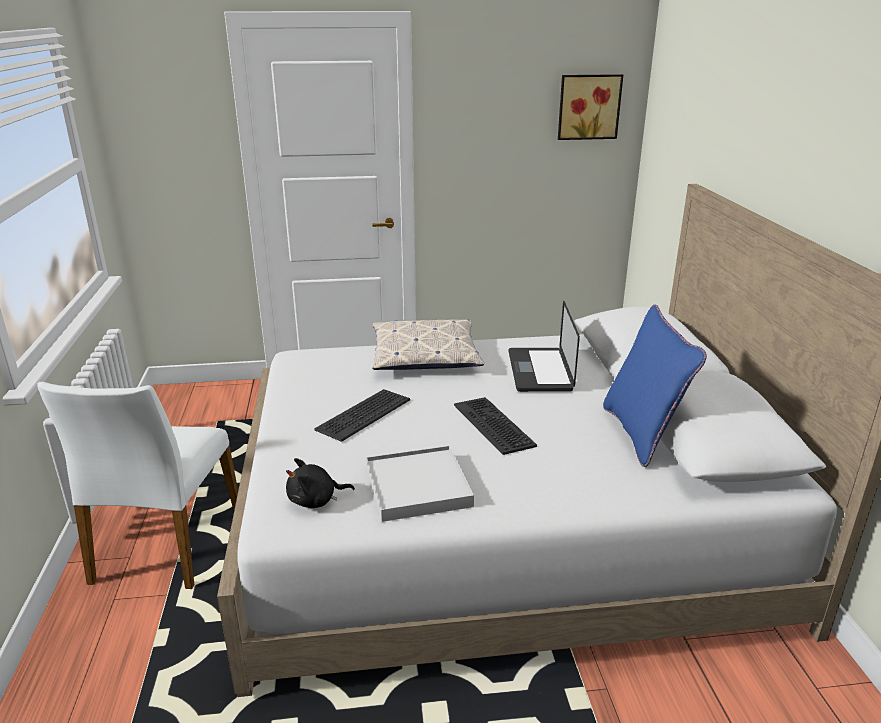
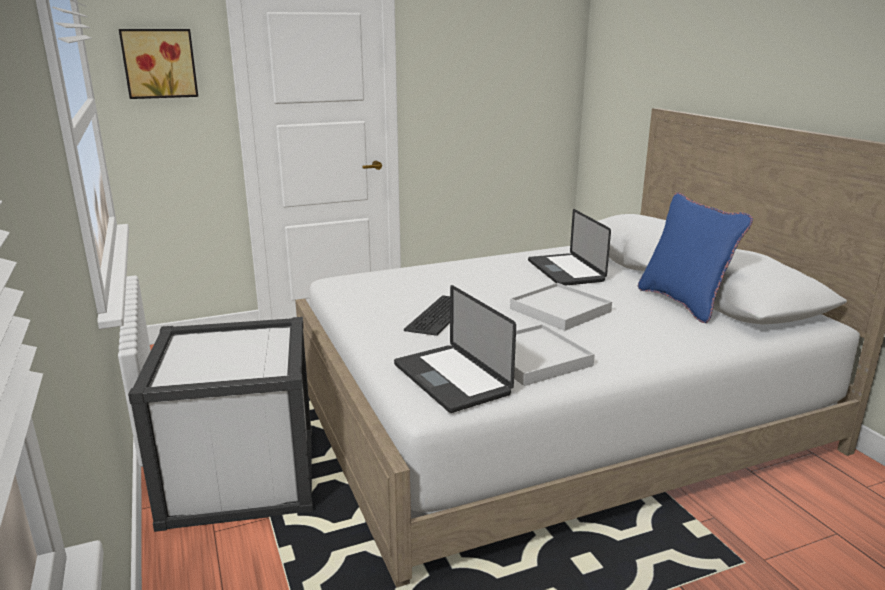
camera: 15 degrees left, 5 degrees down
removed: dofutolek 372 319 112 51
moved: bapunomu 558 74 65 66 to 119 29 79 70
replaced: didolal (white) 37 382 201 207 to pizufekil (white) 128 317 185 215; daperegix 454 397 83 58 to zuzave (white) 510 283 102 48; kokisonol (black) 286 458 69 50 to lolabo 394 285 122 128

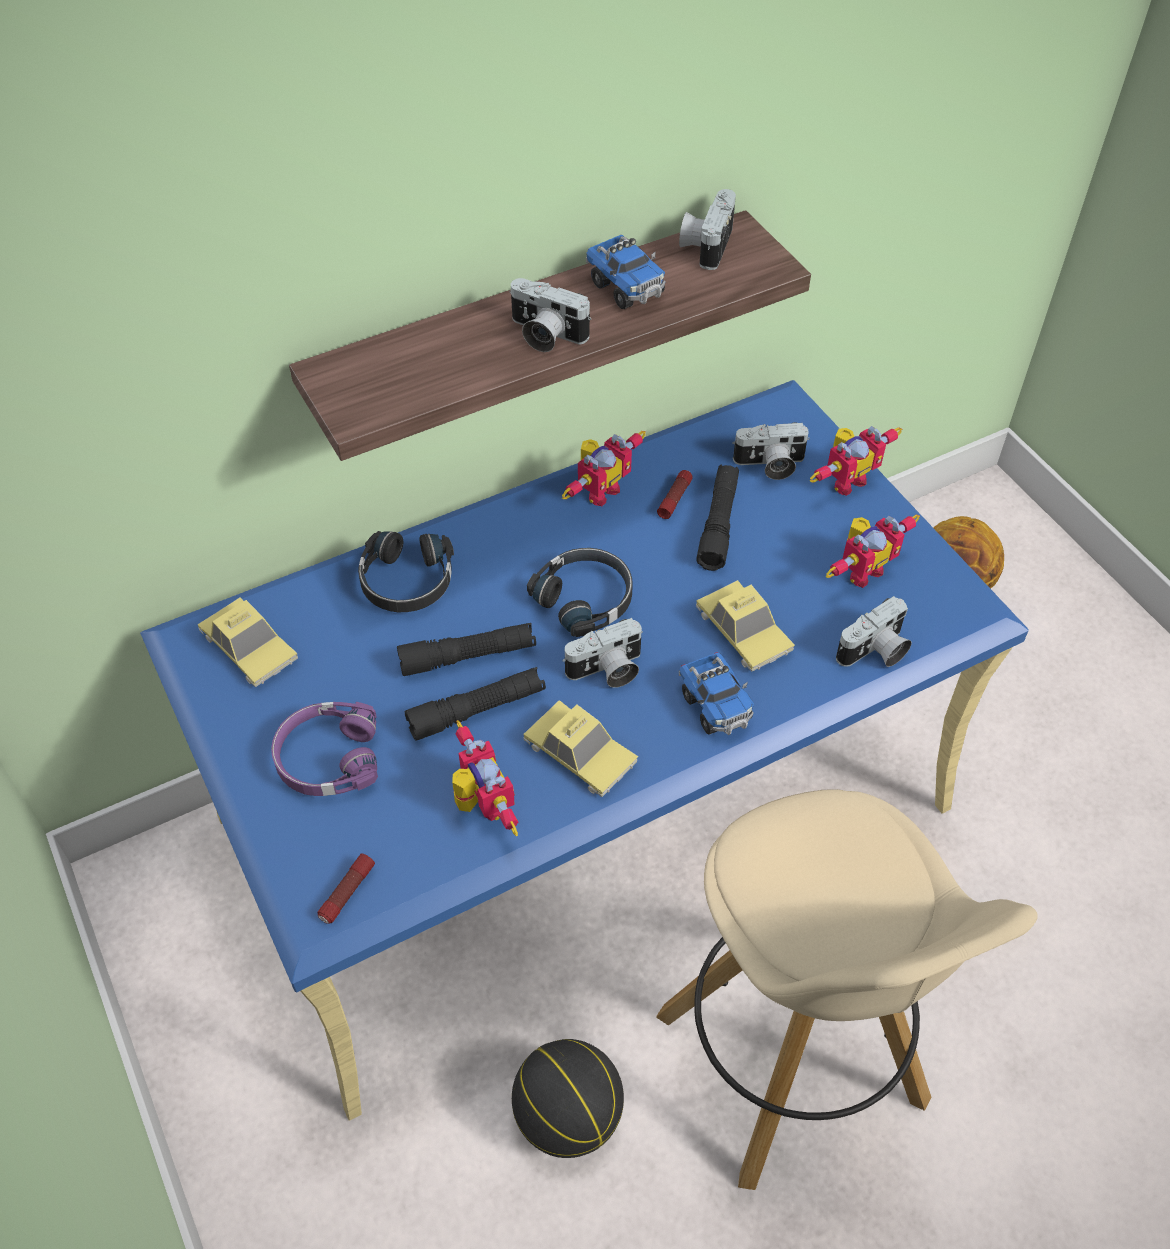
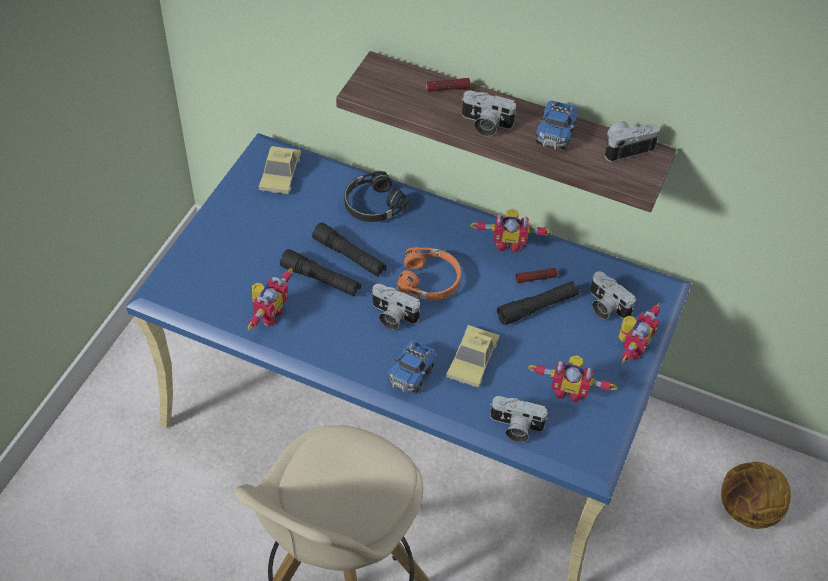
camera: 50 degrees right, 0 degrees up
removed: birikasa 524 700 114 97; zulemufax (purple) 271 702 107 94; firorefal 512 1039 112 119
moved: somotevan 317 854 58 70 to 426 78 44 14
recoloured: zulemufax (black) 527 548 106 89 to zulemufax (orange) 397 247 64 53
turned: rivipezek 509 278 82 74 = 461 90 56 46 60 degrees counterclockwise; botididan 810 426 92 70 = 619 303 41 61 75 degrees counterclockwise

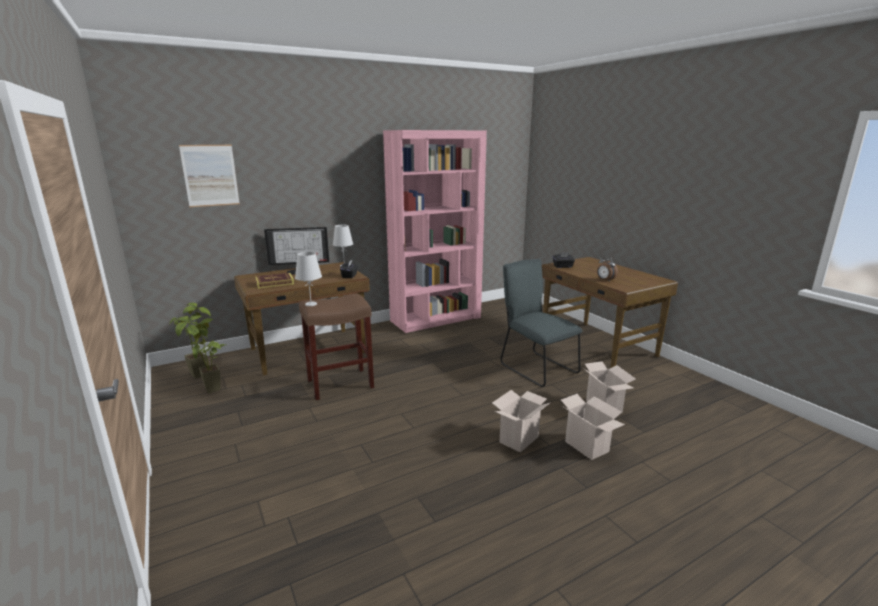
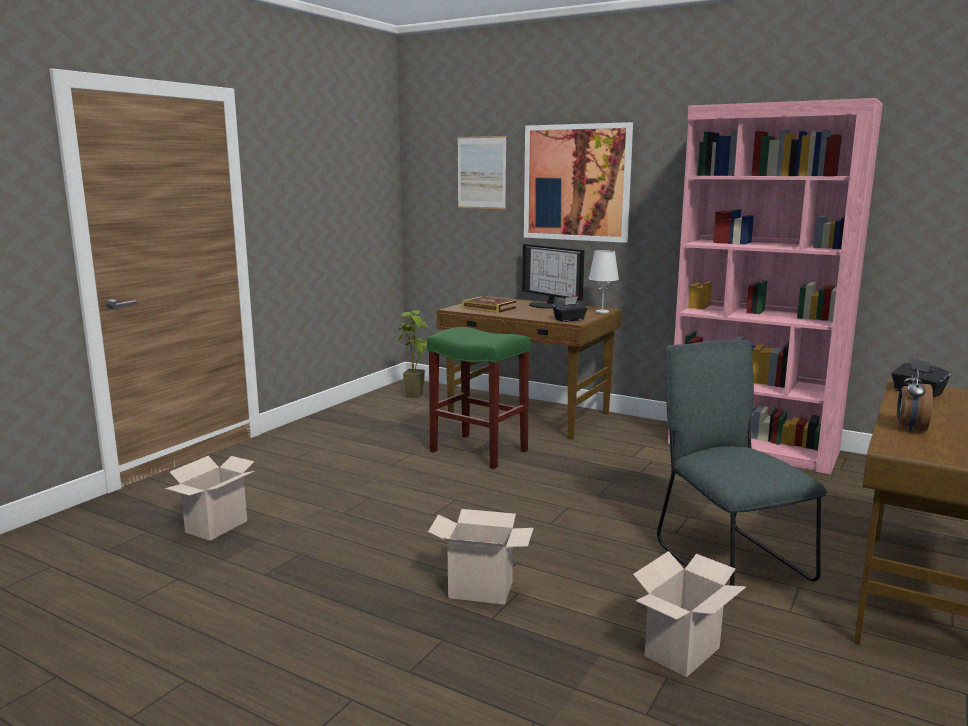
camera: 60 degrees right, 5 degrees down
removed: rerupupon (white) 295 252 27 54; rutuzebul 175 315 51 78
added: bapunomu 524 122 109 121
moved: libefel 561 394 64 66 to 165 456 89 85
recoloured: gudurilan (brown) 299 294 75 106 to gudurilan (green) 427 327 104 142
turned: didolal (grey) 500 259 82 128 = 657 340 170 246 45 degrees counterclockwise

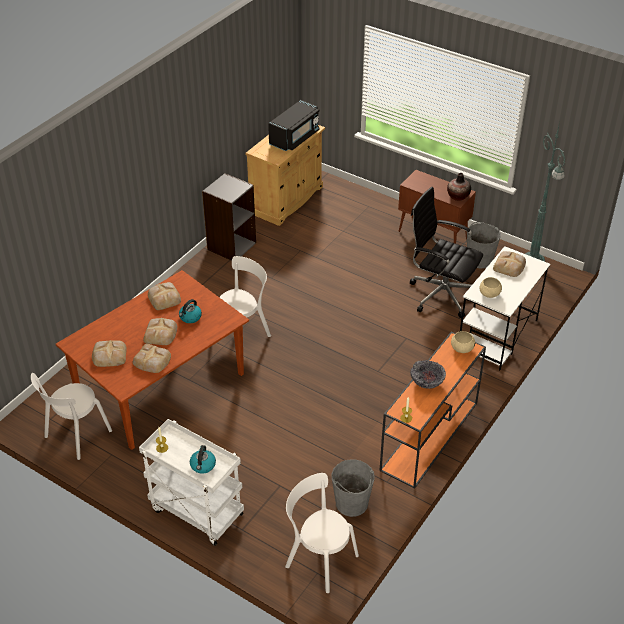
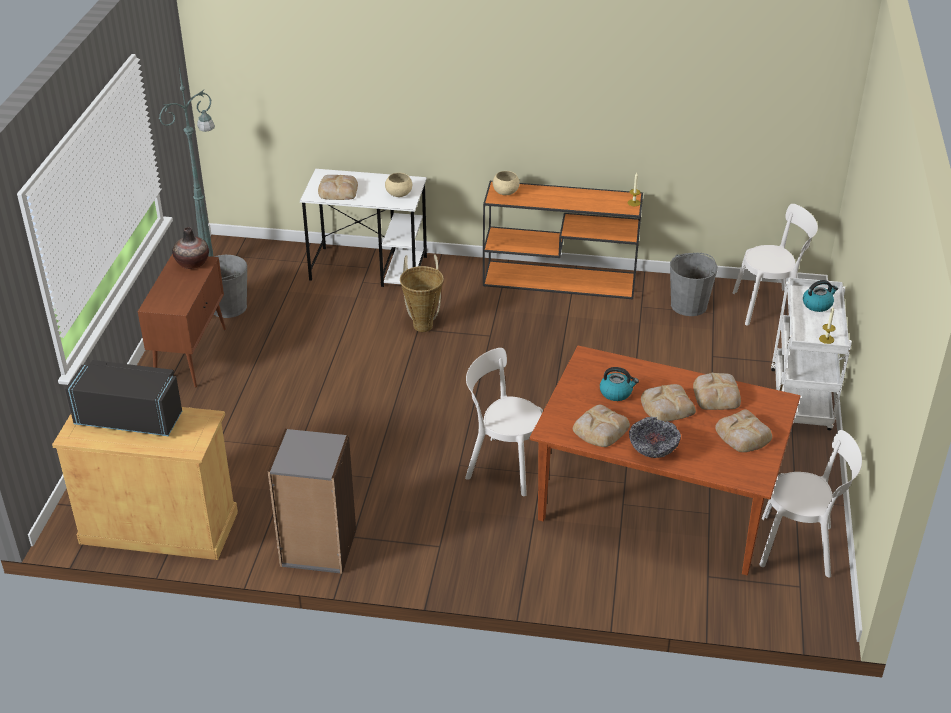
camera: 115 degrees left, 5 degrees down
removed: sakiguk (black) 410 187 73 131
added: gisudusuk 400 254 44 78
moved: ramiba 410 360 36 29 to 629 417 52 41
turned: didolal (white) 285 473 74 120 = 733 204 85 121 105 degrees counterclockwise

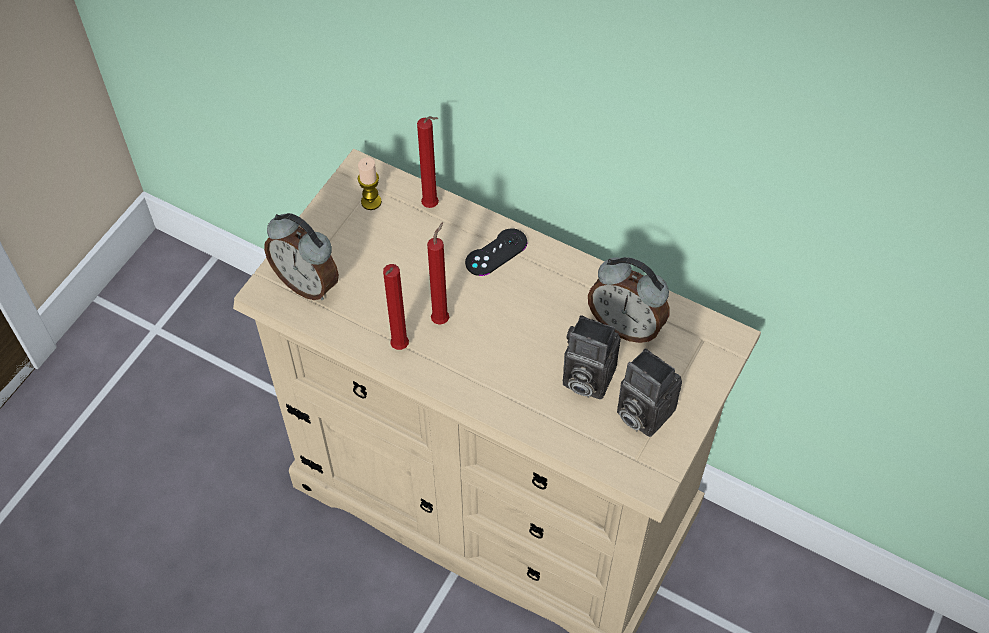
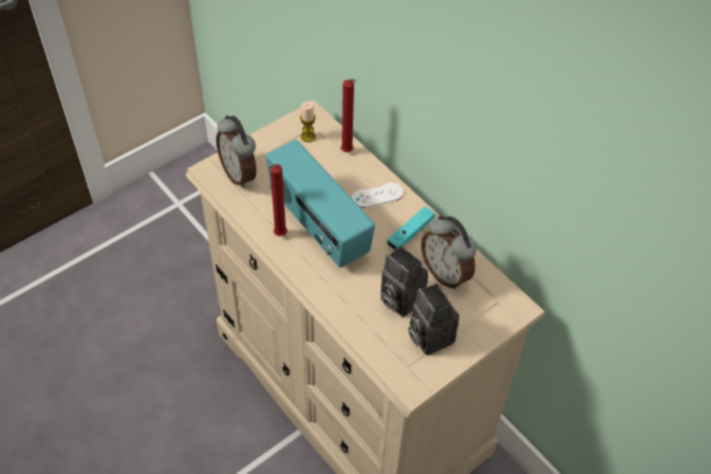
camera: 20 degrees right, 5 degrees down
added: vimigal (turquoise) 387 206 48 44
replaced: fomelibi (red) 427 222 22 103 to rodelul 266 140 109 128
recoloured: vimigal (black) 465 229 62 47 to vimigal (white) 352 183 51 25

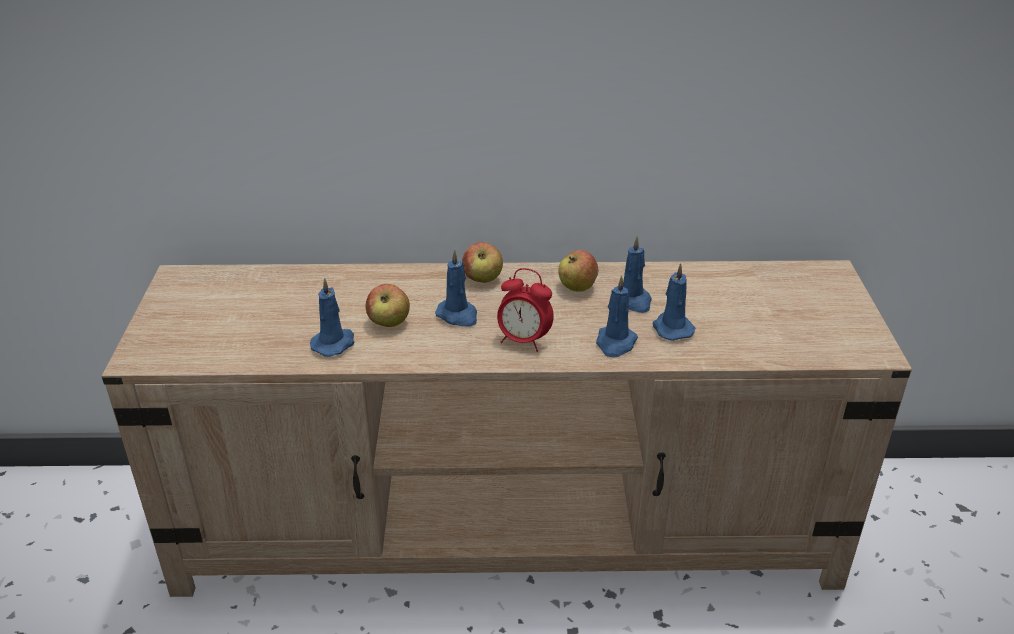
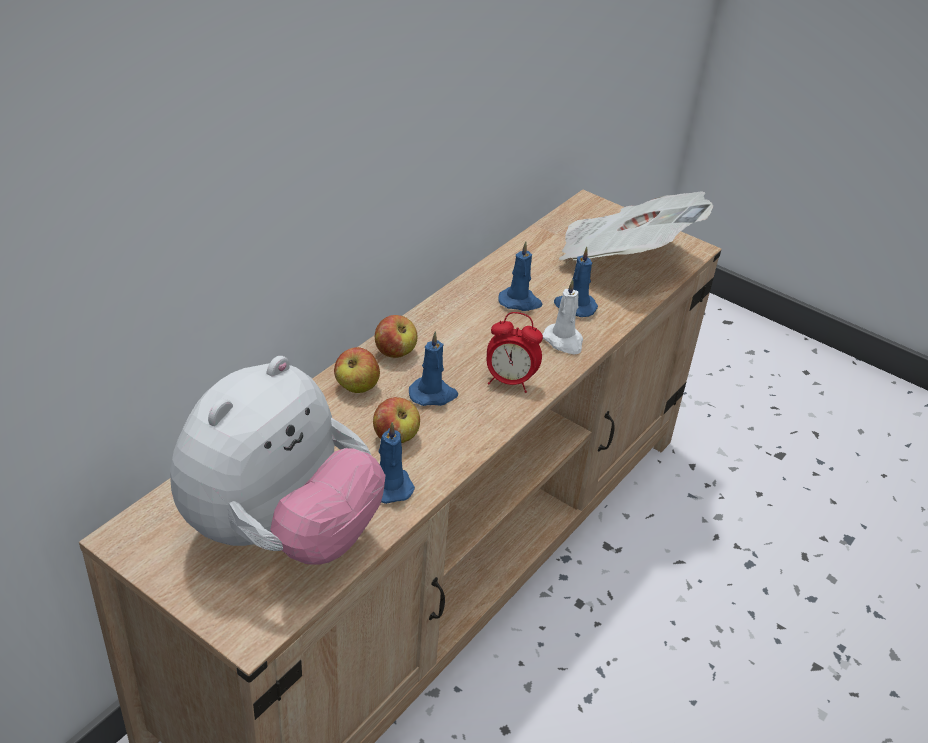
camera: 55 degrees left, 5 degrees up
added: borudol 559 192 154 68; kokisonol 170 356 216 209
moved: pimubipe 559 250 39 42 to 334 347 46 46
recoloured: fomelibi (blue) 596 275 42 83 to fomelibi (white) 542 279 41 76
turned: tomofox 497 268 57 84 = 487 312 56 81 45 degrees clockwise

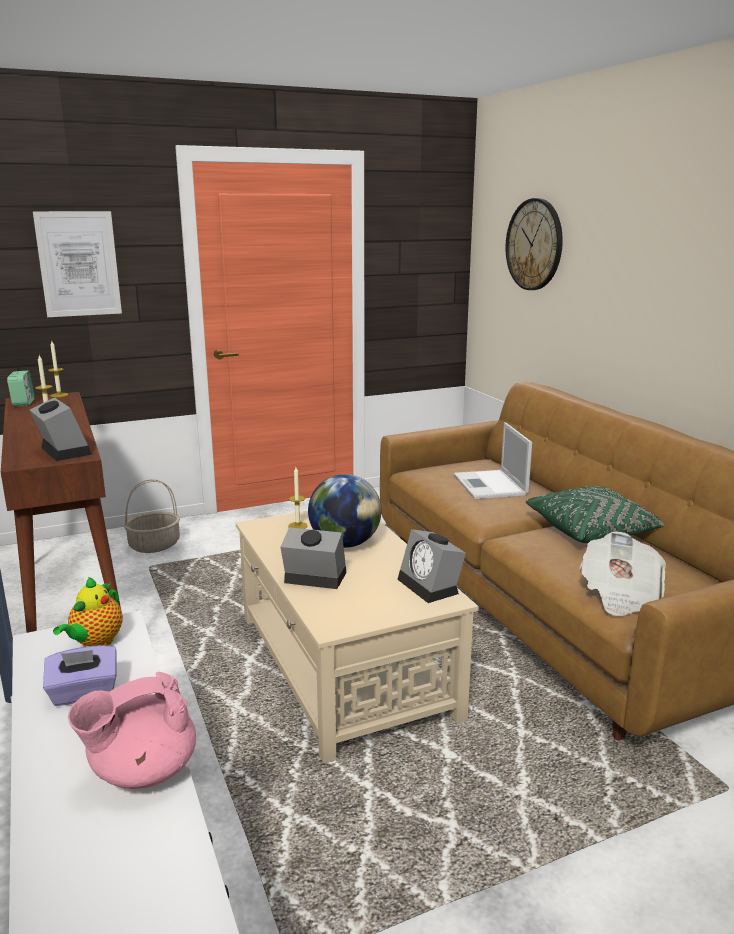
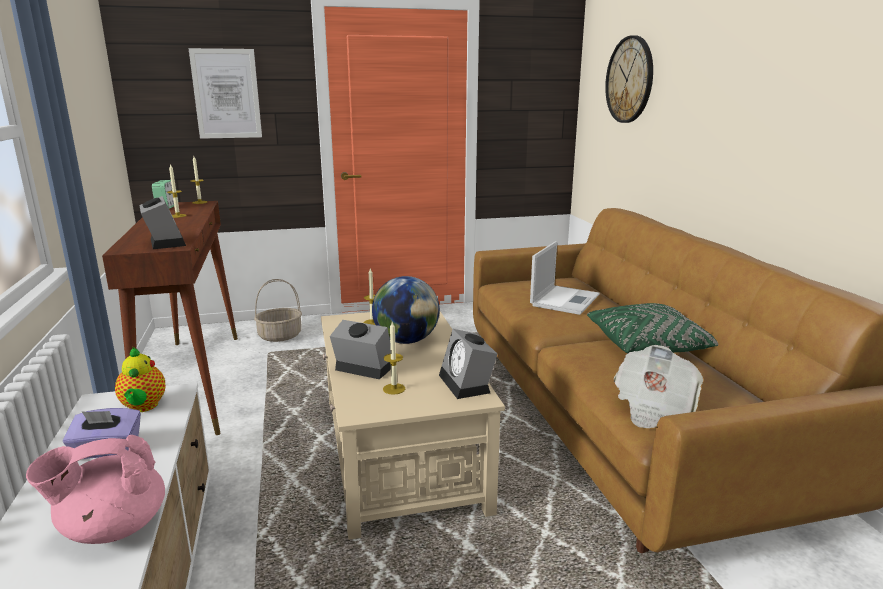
camera: 10 degrees right, 0 degrees up
added: fomelibi 383 322 22 73
turned: lolabo 453 422 79 77 = 530 241 70 74 150 degrees counterclockwise; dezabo 53 577 70 70 = 115 347 50 65 45 degrees counterclockwise

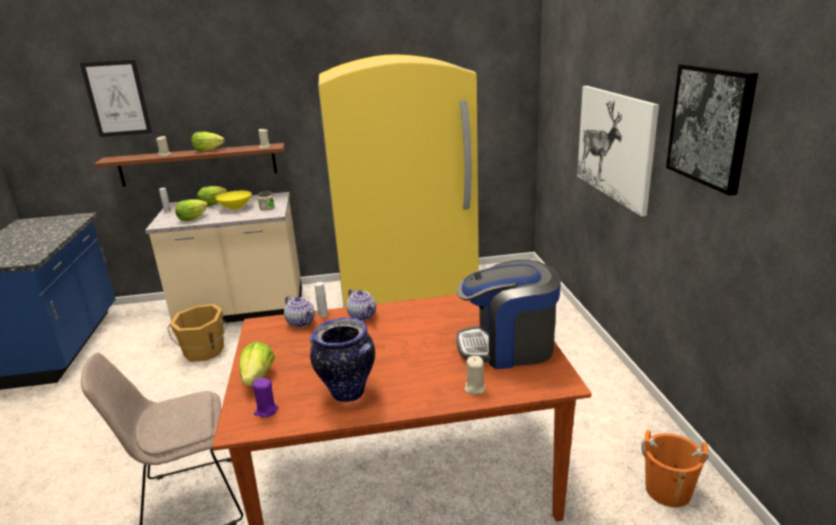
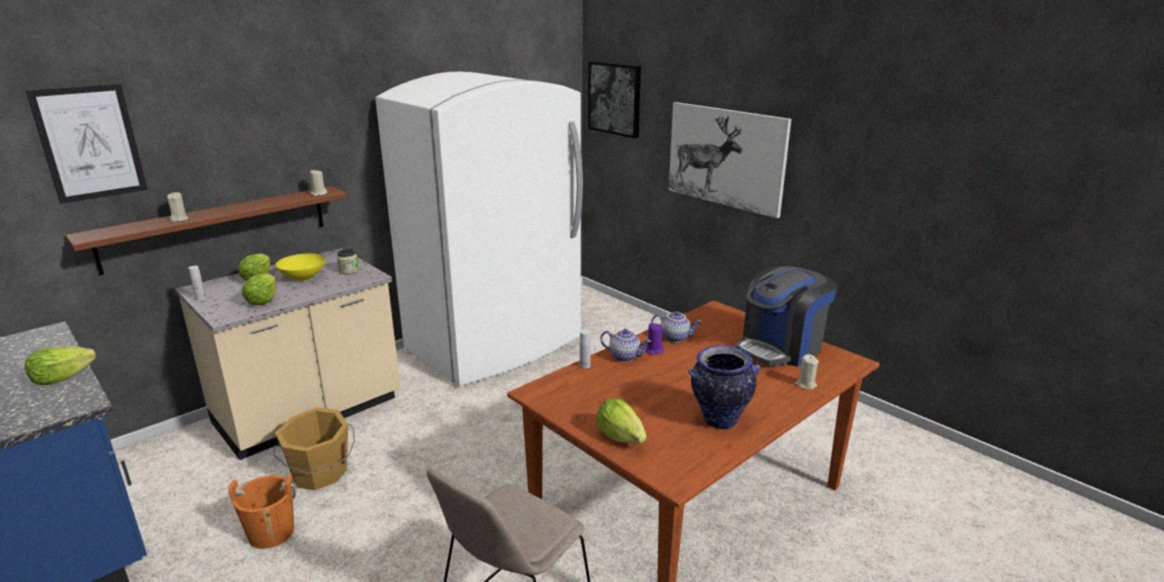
camera: 35 degrees left, 0 degrees up
moved: bapunomu 666 64 92 132 to 588 61 53 77; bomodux 191 132 34 19 to 25 346 71 39; dezabo 284 296 31 32 to 651 311 51 31; fomelibi (purple) 252 378 26 39 to 645 323 19 32; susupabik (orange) 642 430 67 77 to 228 474 68 75
recoloured: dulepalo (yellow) 318 55 161 252 to dulepalo (white) 375 72 208 314

